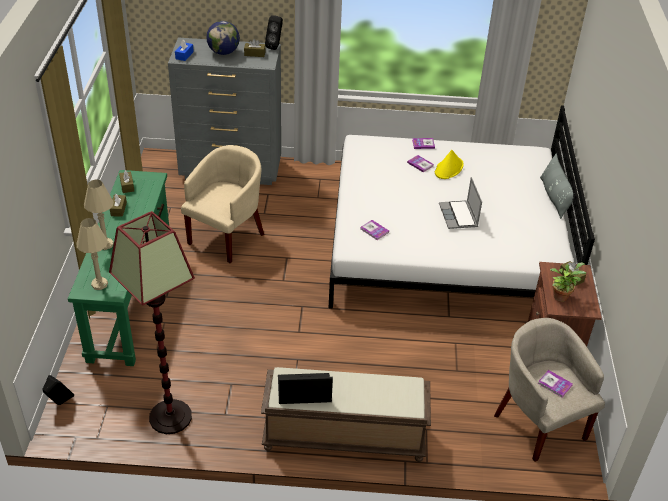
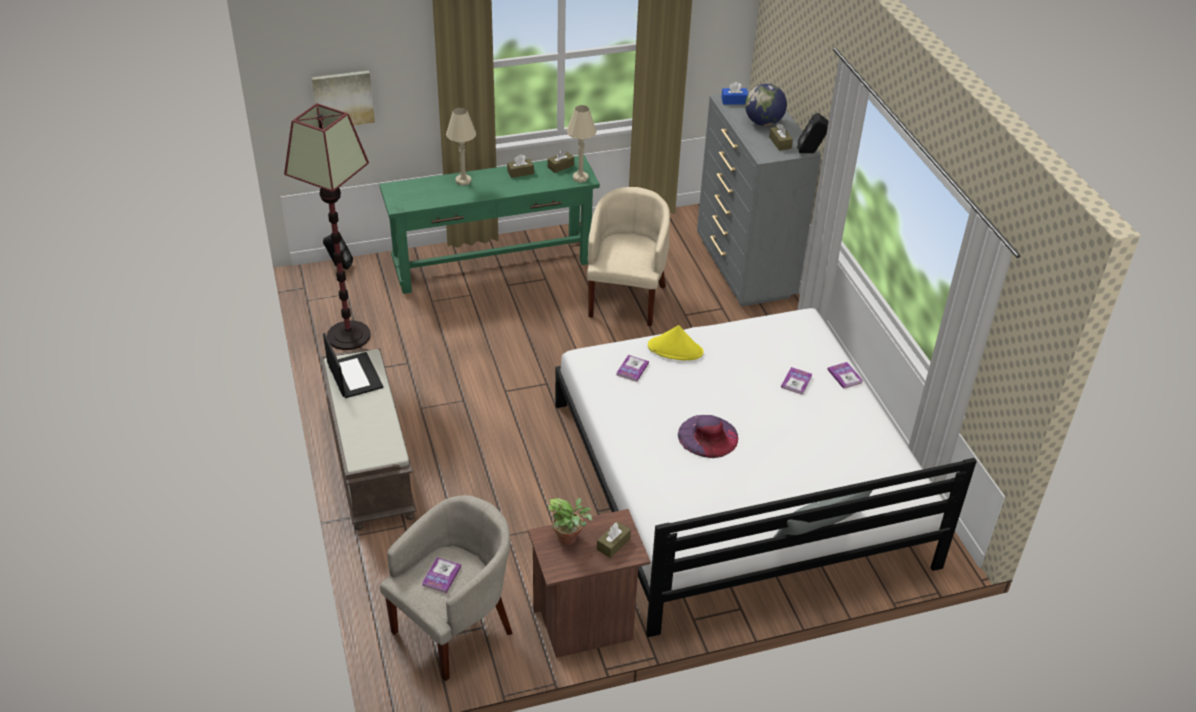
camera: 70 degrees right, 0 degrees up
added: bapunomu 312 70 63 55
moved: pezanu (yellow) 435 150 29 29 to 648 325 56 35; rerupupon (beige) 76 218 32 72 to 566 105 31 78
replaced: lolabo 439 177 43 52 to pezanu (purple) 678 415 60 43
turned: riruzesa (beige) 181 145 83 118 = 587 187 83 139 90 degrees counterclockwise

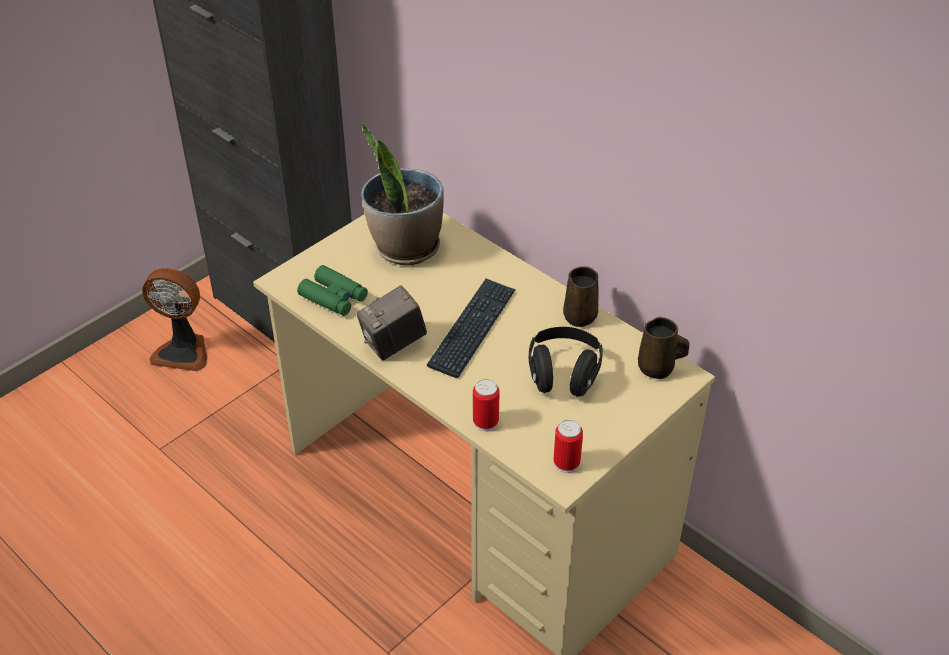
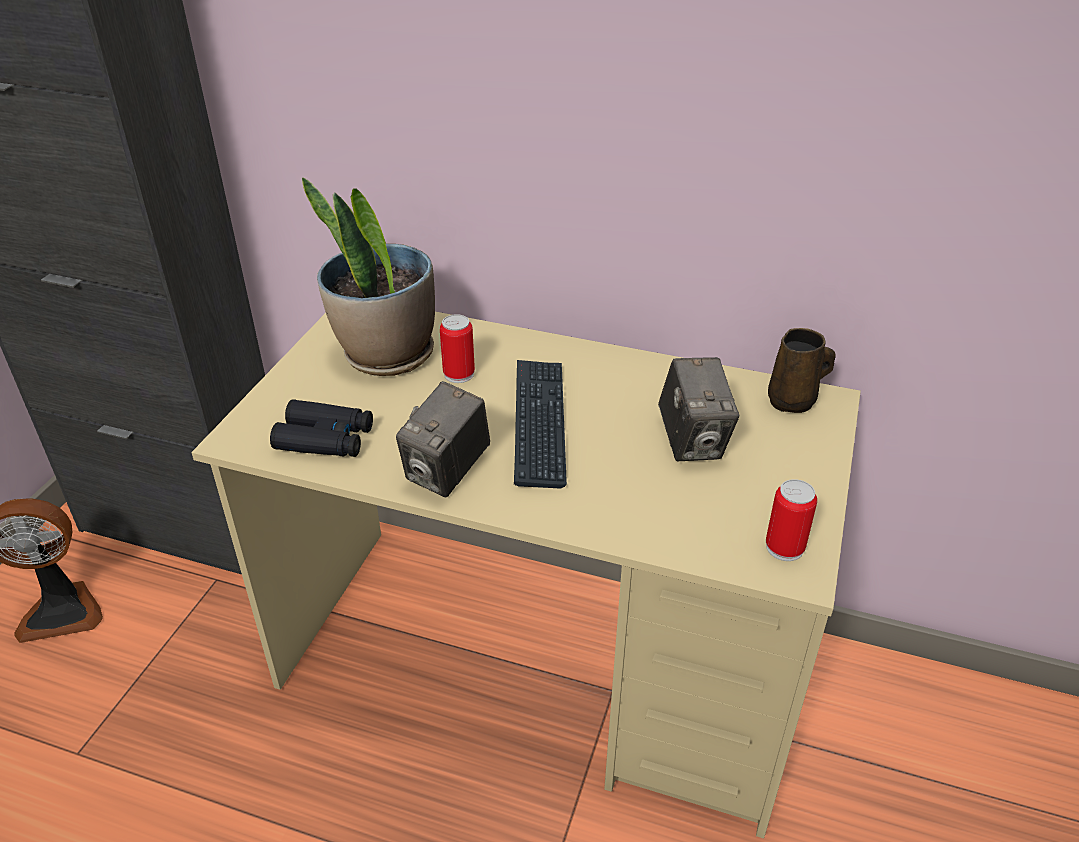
camera: 25 degrees left, 5 degrees down
removed: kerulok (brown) 563 266 36 61
moved: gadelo 473 379 27 52 to 440 314 35 69
replaced: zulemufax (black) 529 327 74 70 to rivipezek 658 357 82 104
recoloured: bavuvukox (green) 297 265 71 51 to bavuvukox (black) 270 399 103 58

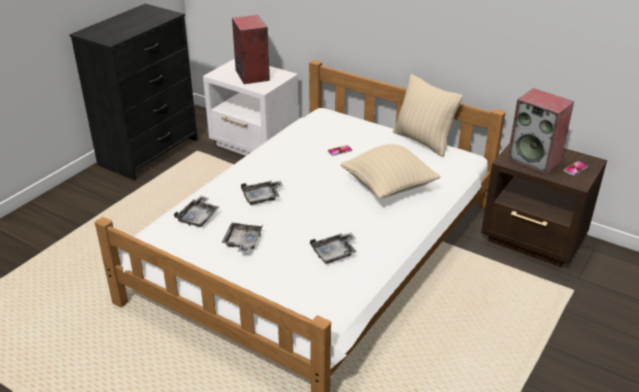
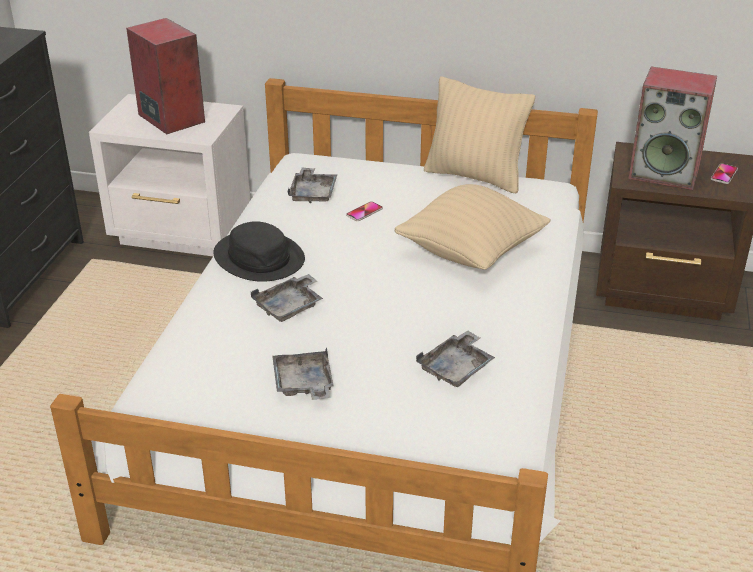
camera: 20 degrees left, 0 degrees up
added: pezanu (black) 213 221 92 61
moved: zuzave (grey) 174 196 45 31 to 287 167 50 36

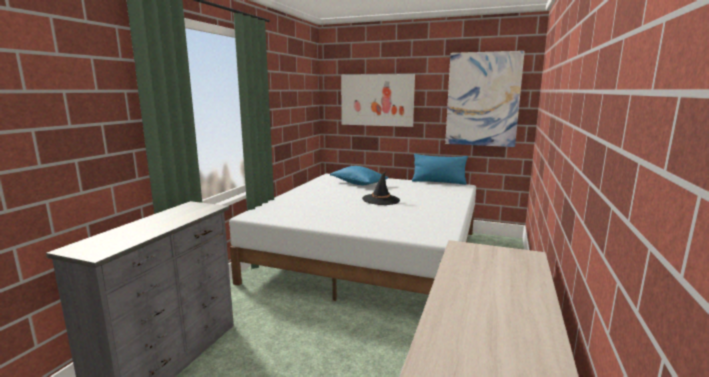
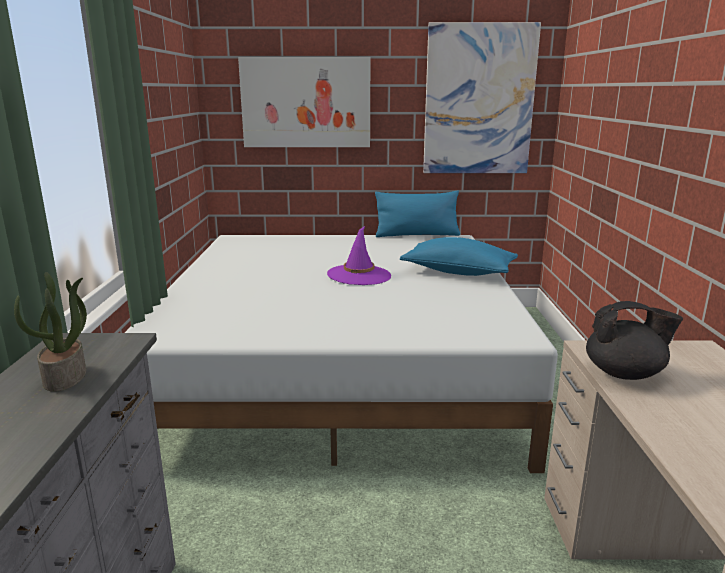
camera: 20 degrees left, 5 degrees up
added: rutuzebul 14 272 73 120; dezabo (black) 586 301 97 79
moved: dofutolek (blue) 330 166 59 19 to 400 237 118 39
recoloured: pezanu (black) 362 171 38 34 to pezanu (purple) 327 226 64 59

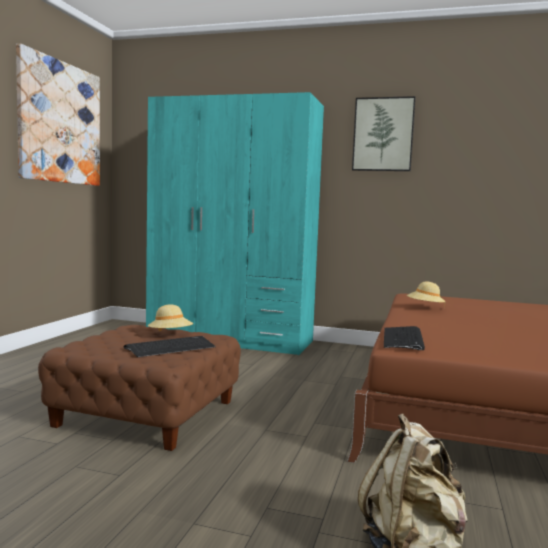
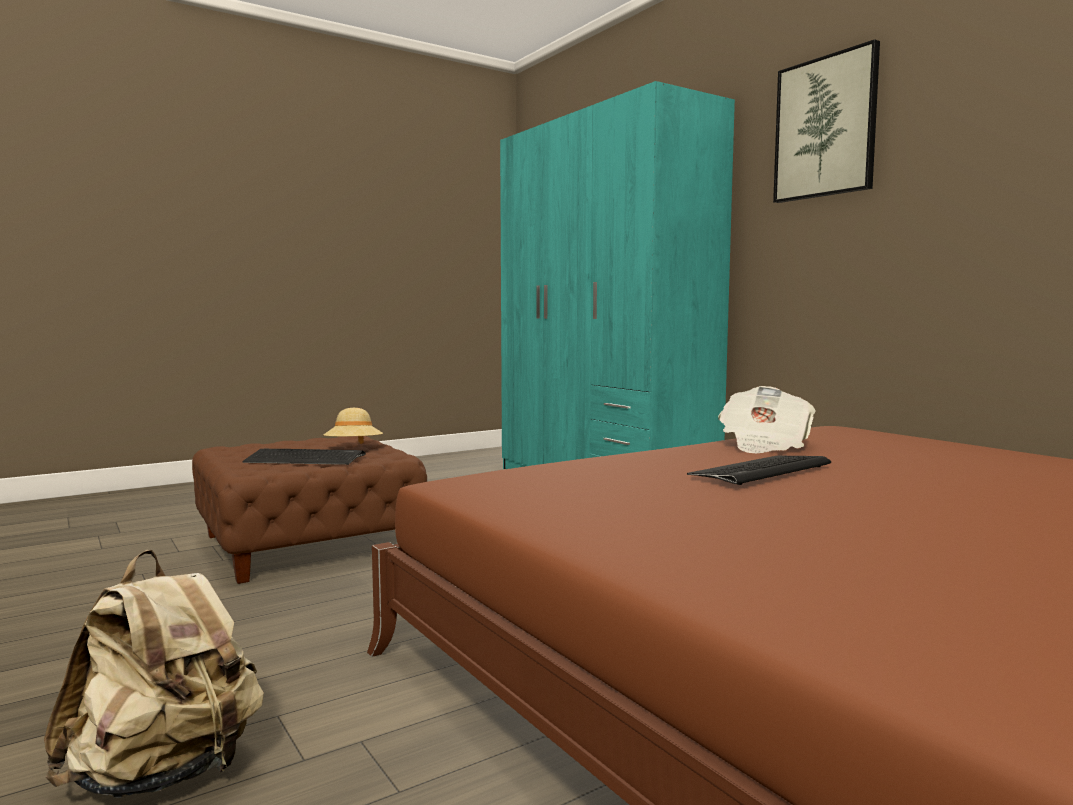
camera: 40 degrees right, 0 degrees up
removed: bapunomu 16 44 84 142
moved: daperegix 384 326 41 24 to 687 456 144 29
replaced: pezanu (beige) 407 282 38 26 to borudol 718 386 98 67

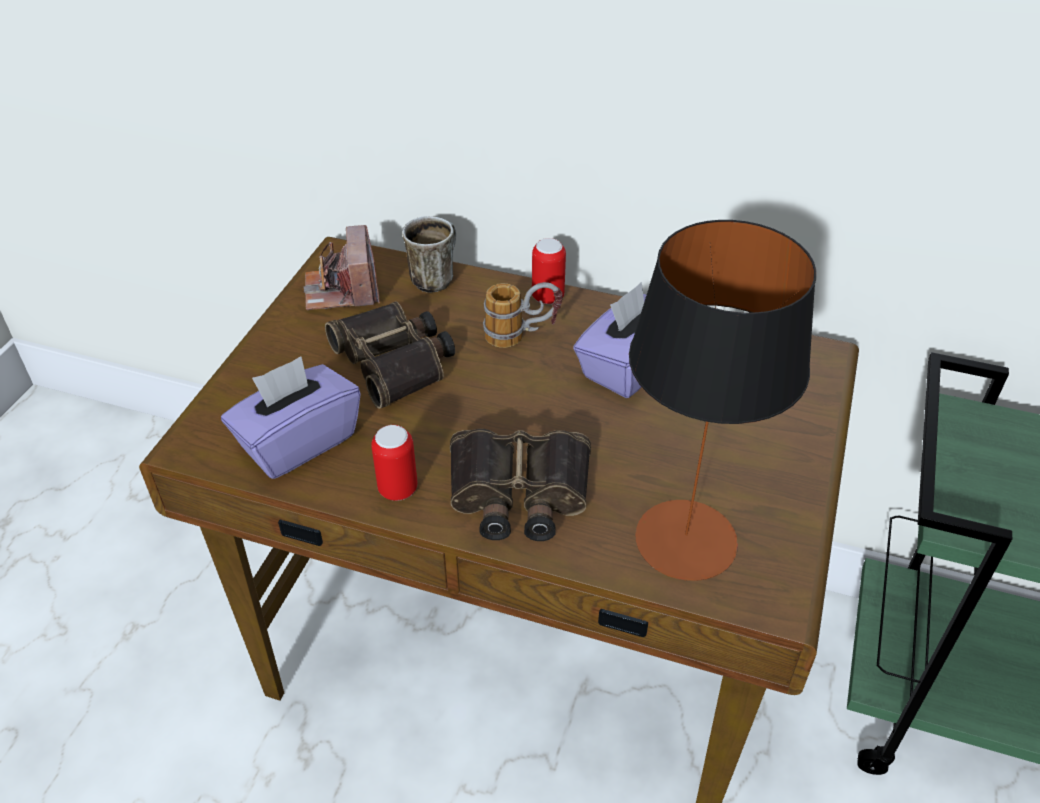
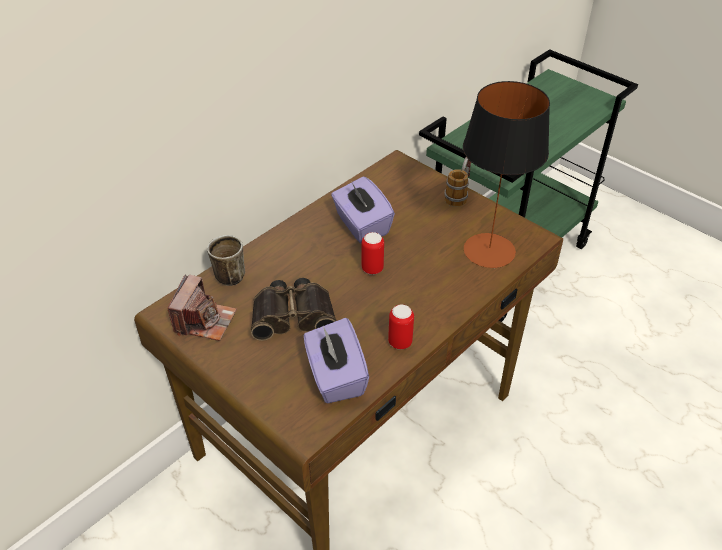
camera: 65 degrees left, 0 degrees up
removed: bavuvukox 450 429 141 112
moved: gadelo 532 238 34 66 to 362 232 22 43; kerulok 483 282 80 66 to 444 157 27 50
turned: rivipezek 303 225 77 85 = 167 274 70 67 90 degrees counterclockwise

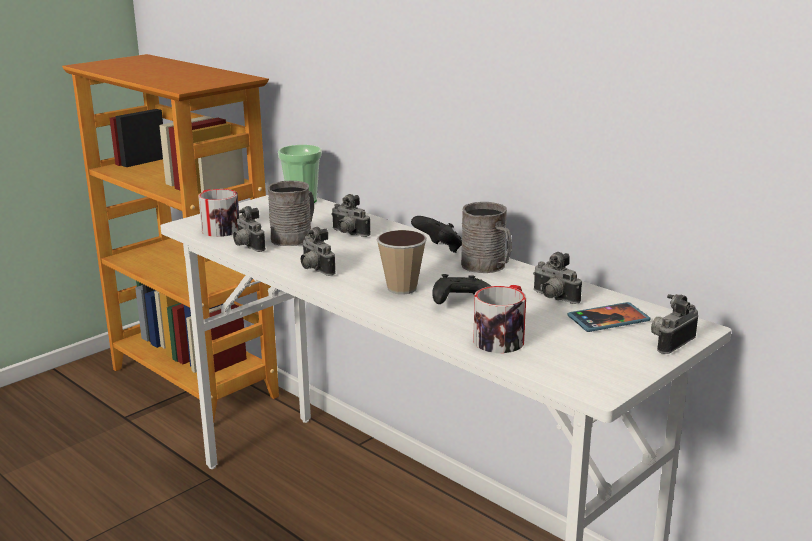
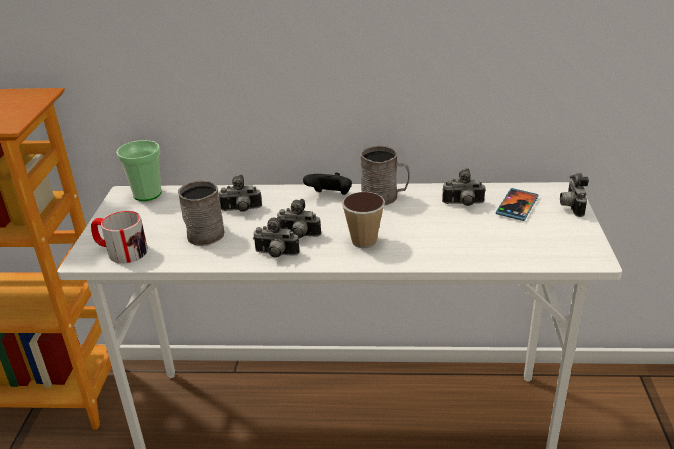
camera: 40 degrees left, 10 degrees up
removed: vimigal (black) 432 274 59 30; kerulok 474 285 52 68
moved: rivipezek 233 206 33 46 to 277 199 44 39

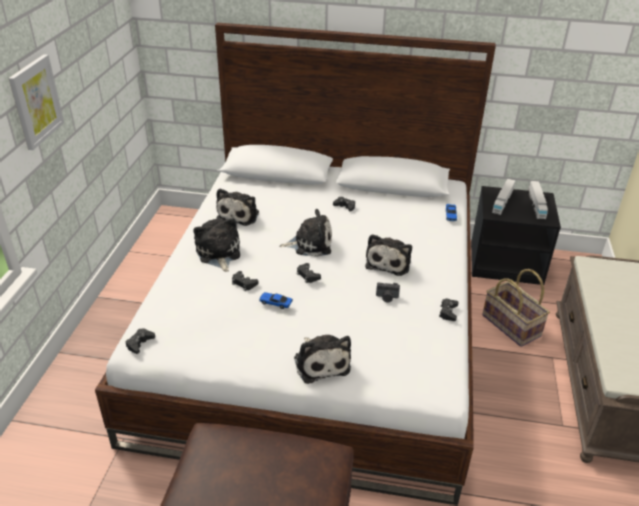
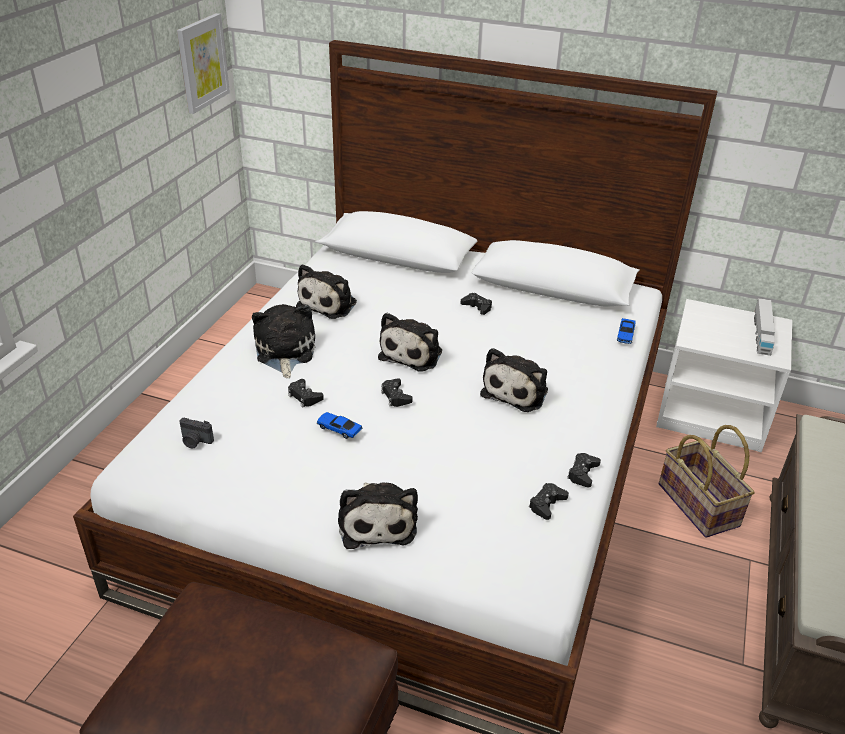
camera: 10 degrees right, 0 degrees up
removed: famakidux 492 178 24 37
moved: bapunomu 8 54 56 96 to 177 13 53 101; rivipezek 376 282 24 20 to 179 418 35 31; vimigal (black) 125 328 30 26 to 529 483 40 37
recoloured: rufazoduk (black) 471 186 90 99 to rufazoduk (white) 656 299 136 153
turned: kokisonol 279 209 53 48 = 378 313 64 59 105 degrees clockwise

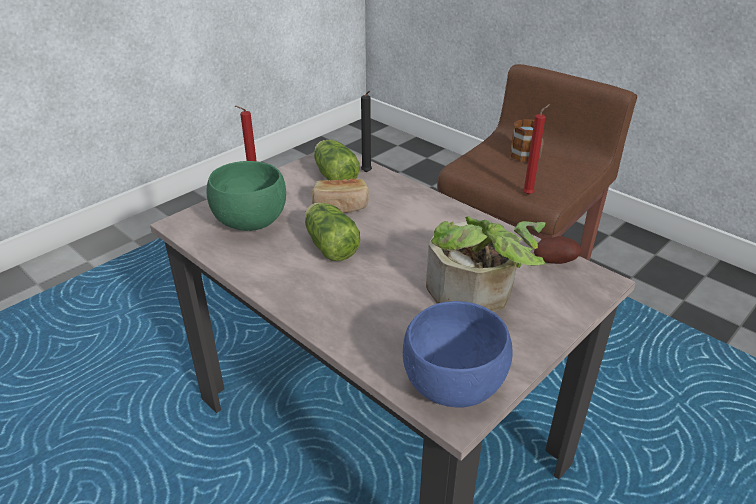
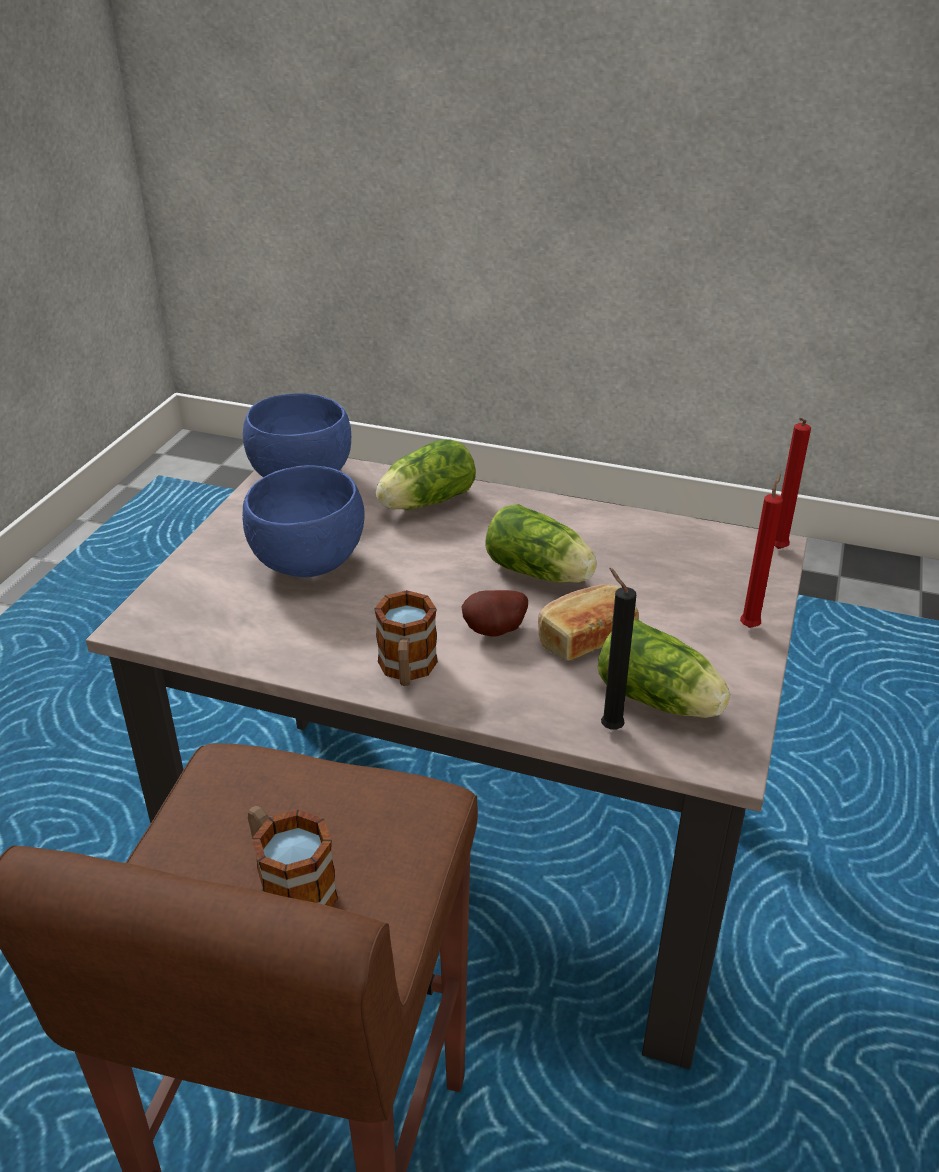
camera: 155 degrees right, 0 degrees up
removed: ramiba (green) 206 161 80 70
added: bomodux 376 439 100 71; kerulok 375 590 63 96
moved: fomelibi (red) 523 104 27 91 to 774 418 37 131; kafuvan 534 236 48 28 to 461 590 67 46
replaced: rutuzebul 426 216 120 96 to ramiba (blue) 242 465 123 112

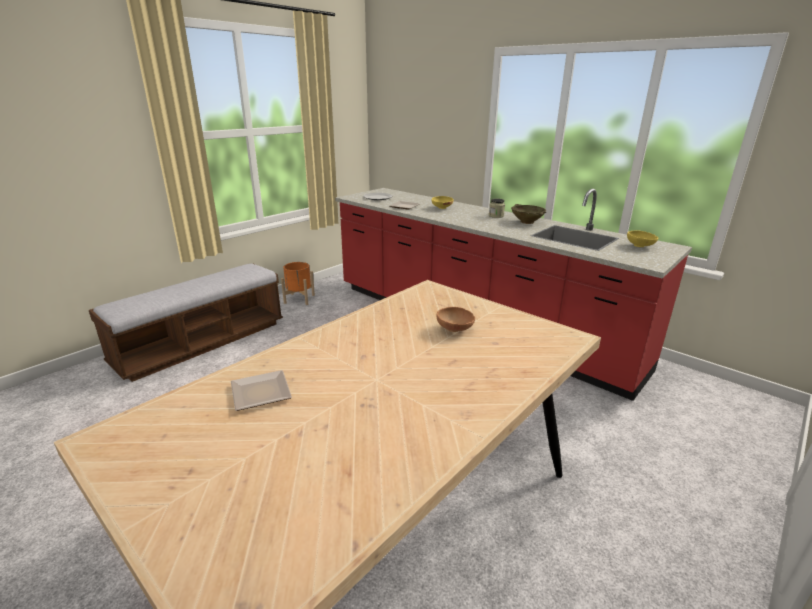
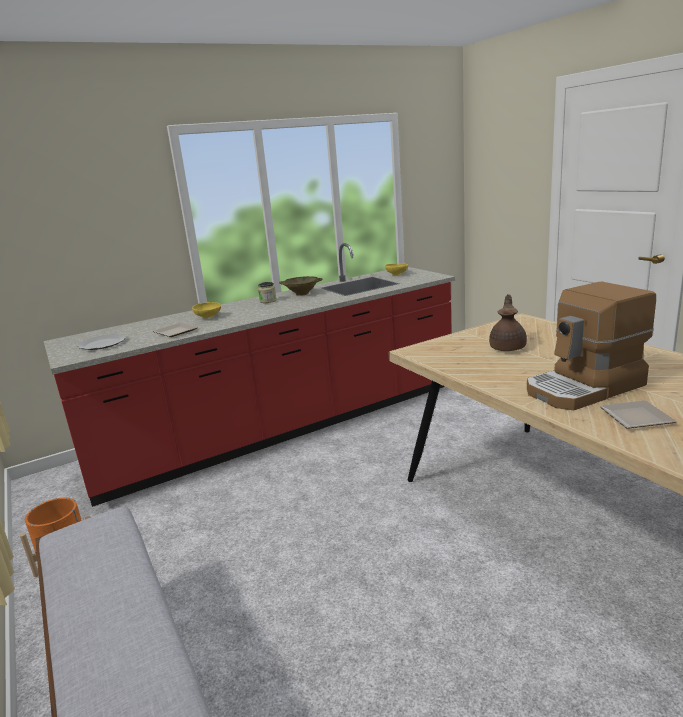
camera: 70 degrees left, 5 degrees down
added: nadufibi 527 282 129 128
replaced: ramiba (brown) 436 307 39 25 to dezabo (brown) 489 294 38 57

